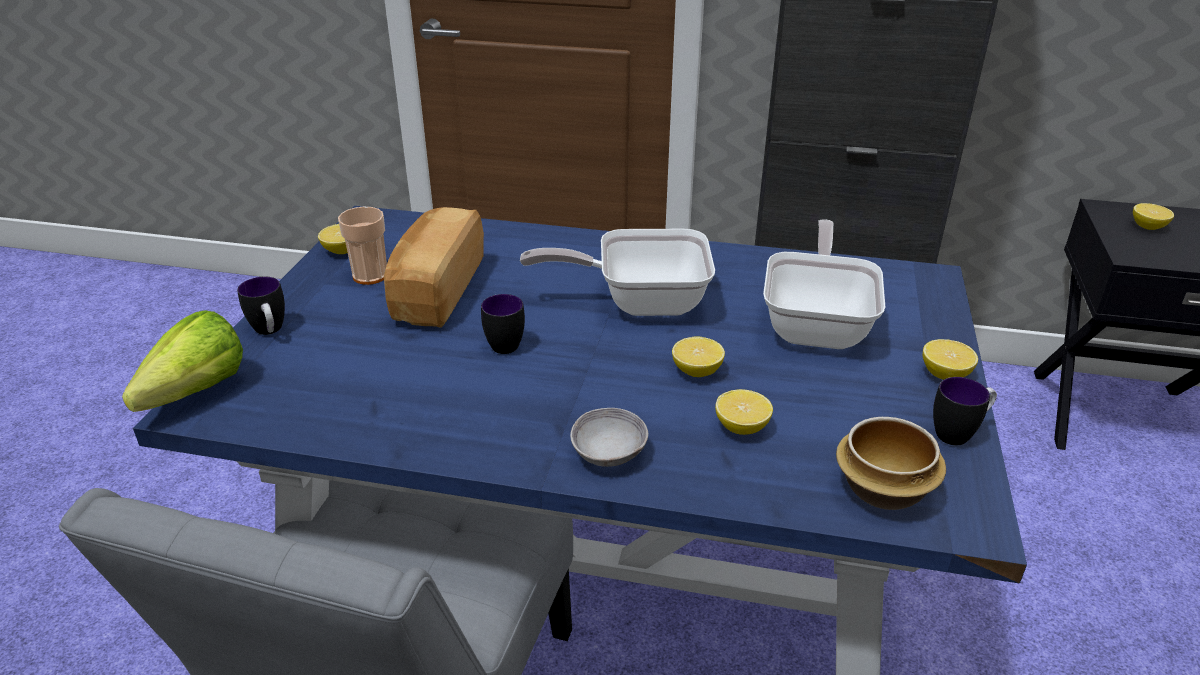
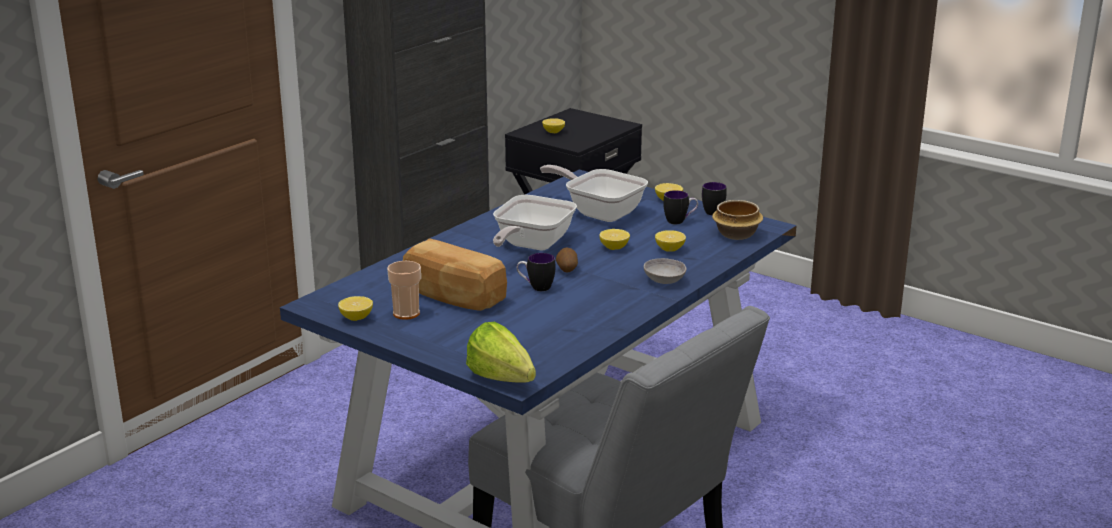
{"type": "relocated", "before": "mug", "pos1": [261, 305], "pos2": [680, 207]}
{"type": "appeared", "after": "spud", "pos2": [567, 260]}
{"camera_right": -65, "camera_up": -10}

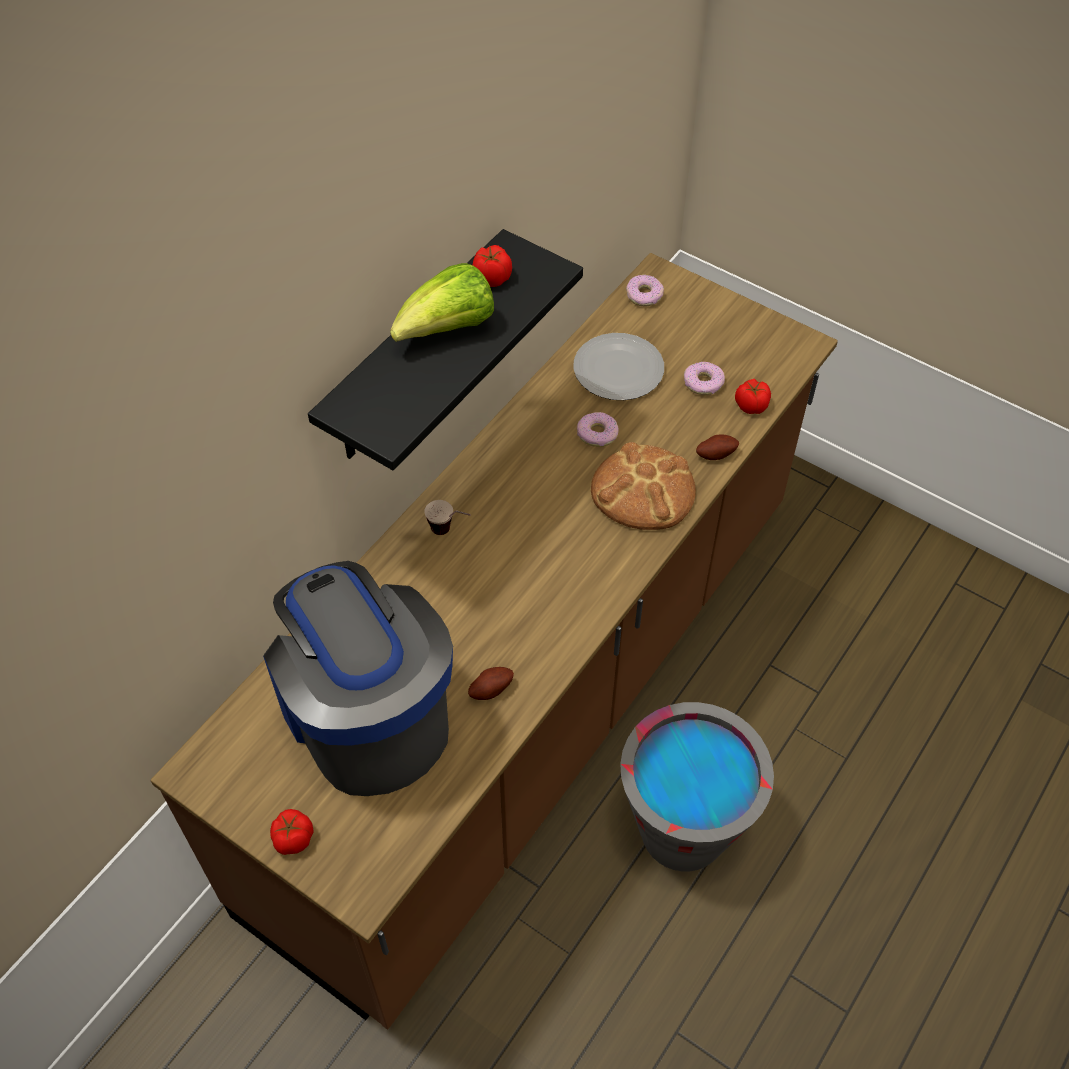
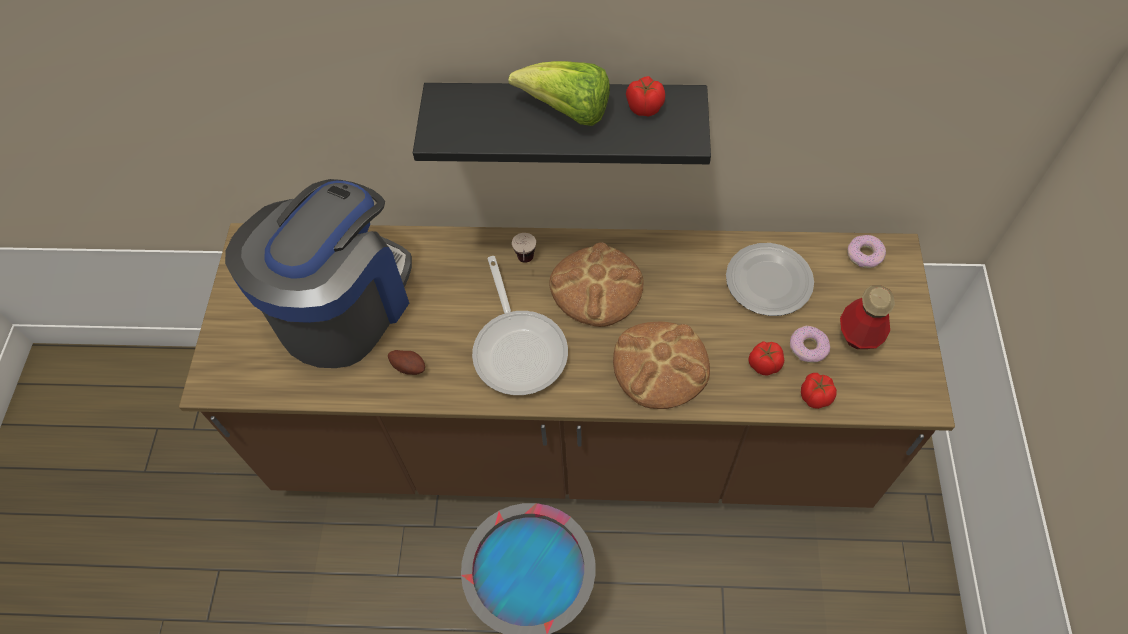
{"type": "missing", "before": "doughnut", "pos1": [598, 429]}
{"type": "missing", "before": "spud", "pos1": [717, 447]}
{"type": "relocated", "before": "whole tomato", "pos1": [292, 832], "pos2": [766, 358]}
{"type": "appeared", "after": "bread", "pos2": [596, 284]}
{"type": "appeared", "after": "skillet", "pos2": [520, 325]}
{"type": "appeared", "after": "bottle", "pos2": [867, 317]}
{"camera_right": 60, "camera_up": 5}

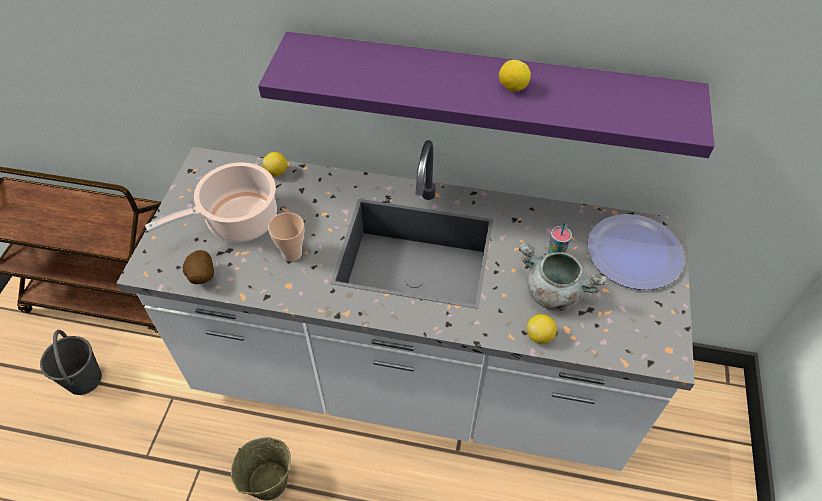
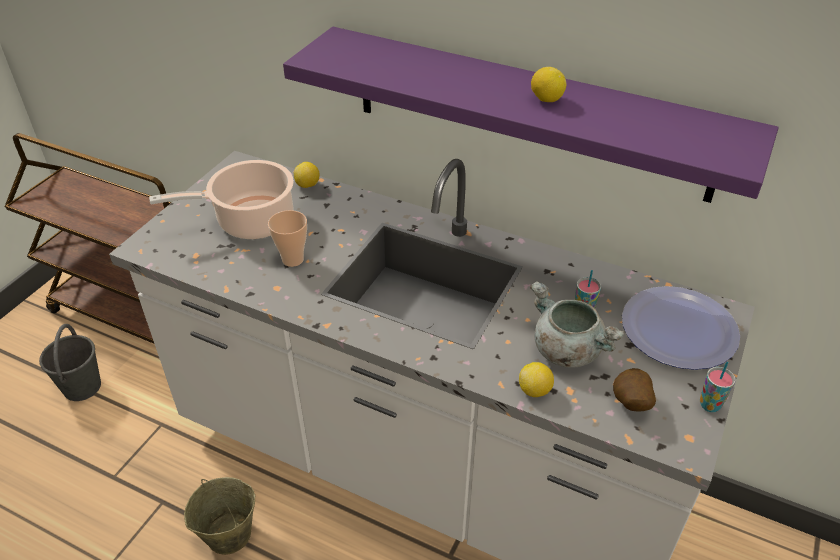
{"type": "relocated", "before": "spud", "pos1": [198, 267], "pos2": [634, 390]}
{"type": "appeared", "after": "small cup", "pos2": [718, 386]}
{"camera_right": 15, "camera_up": -10}

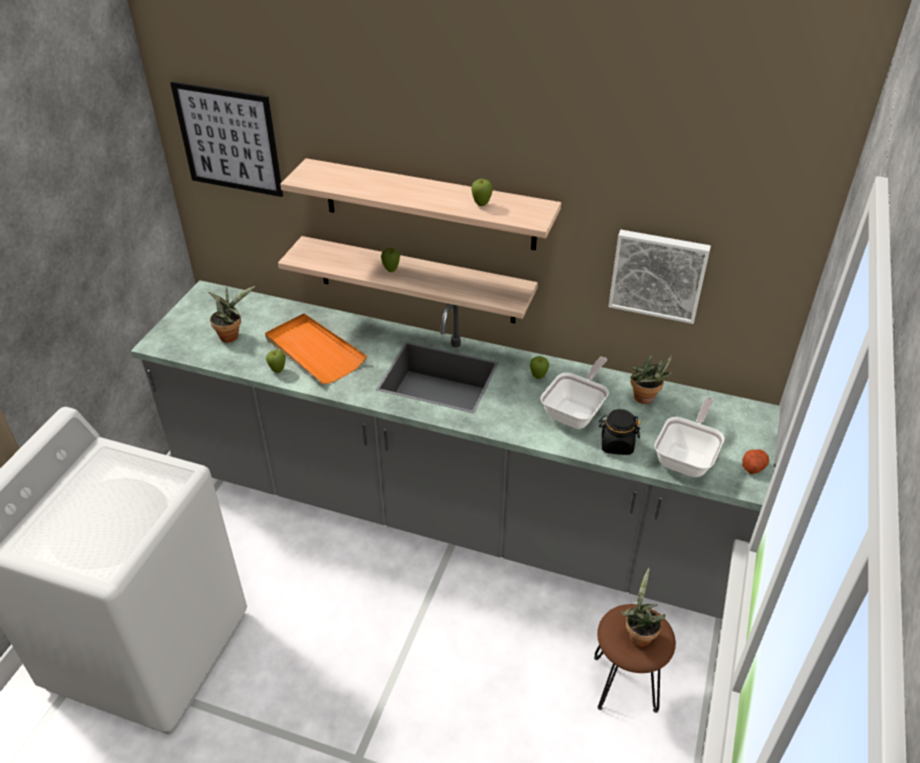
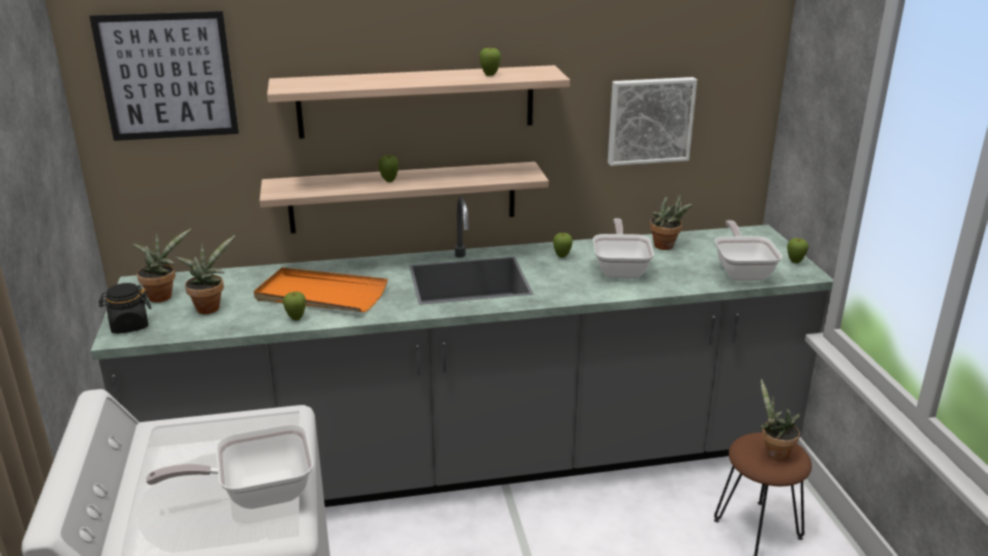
{"type": "relocated", "before": "storage jar (black-coloured)", "pos1": [620, 432], "pos2": [125, 308]}
{"type": "exchanged", "before": "spud", "after": "whole apple", "pos1": [755, 462], "pos2": [798, 250]}
{"type": "appeared", "after": "potted plant", "pos2": [161, 265]}
{"type": "appeared", "after": "skillet", "pos2": [229, 466]}
{"camera_right": -30, "camera_up": -15}

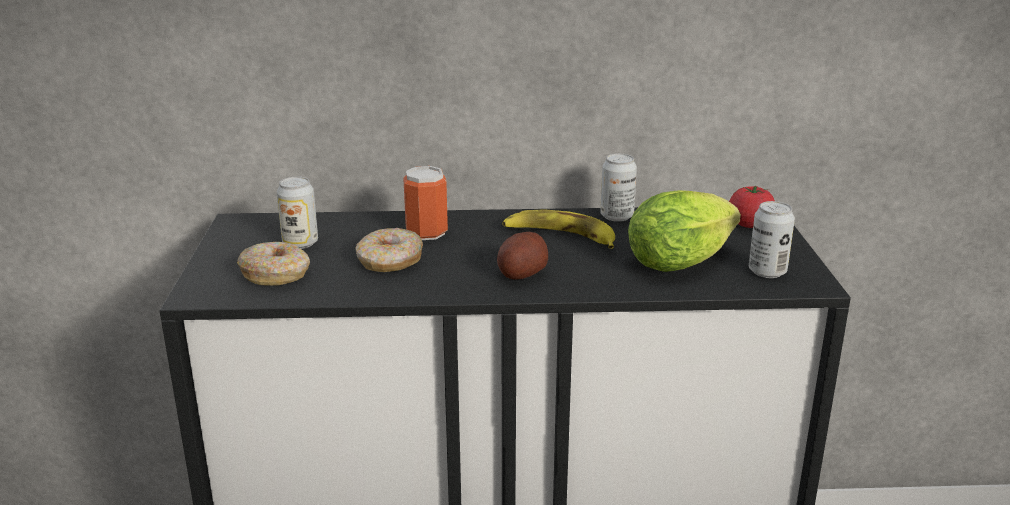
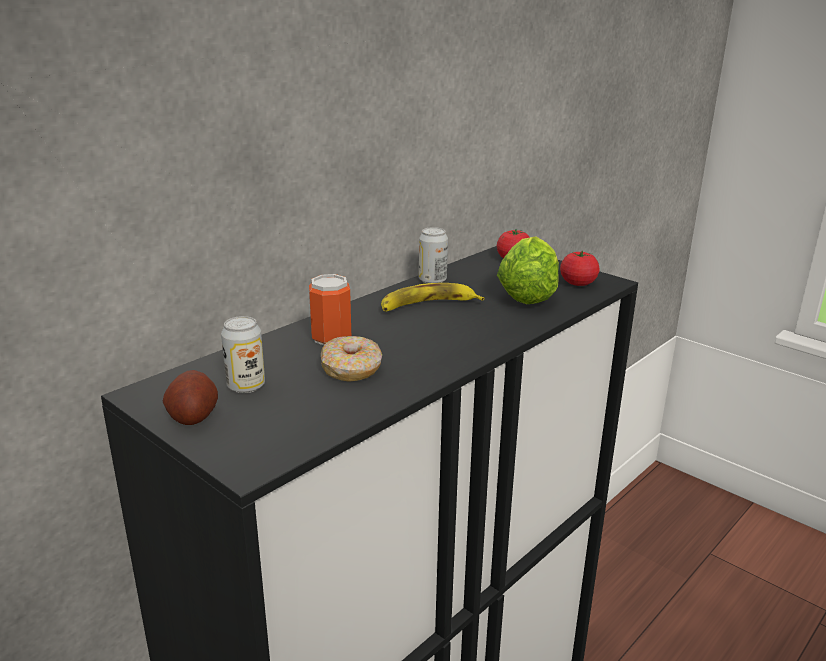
{"type": "exchanged", "before": "metal can", "after": "whole tomato", "pos1": [772, 239], "pos2": [580, 268]}
{"type": "relocated", "before": "spud", "pos1": [522, 256], "pos2": [190, 397]}
{"type": "missing", "before": "doughnut", "pos1": [273, 264]}
{"camera_right": -45, "camera_up": 0}

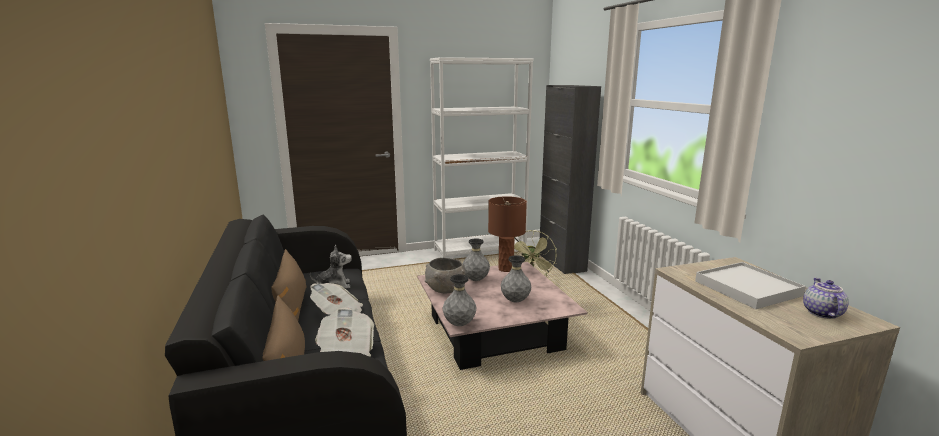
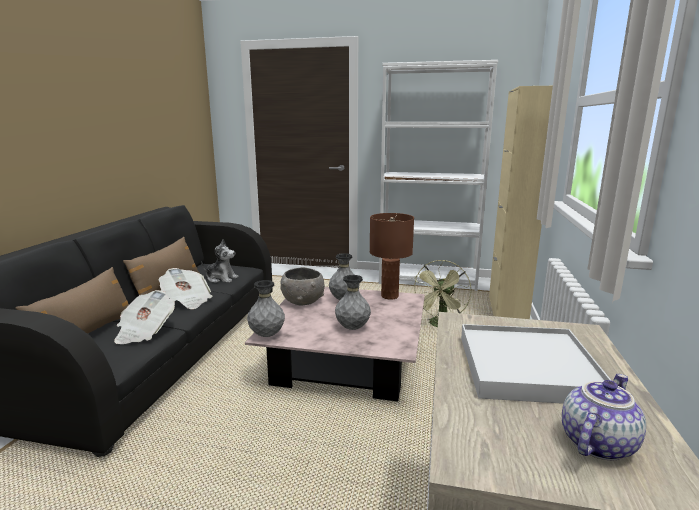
{"type": "colour", "before": "cupboard (black-coloured)", "after": "cupboard (sand-coloured)", "pos1": [570, 179], "pos2": [521, 202]}
{"camera_right": 30, "camera_up": 0}

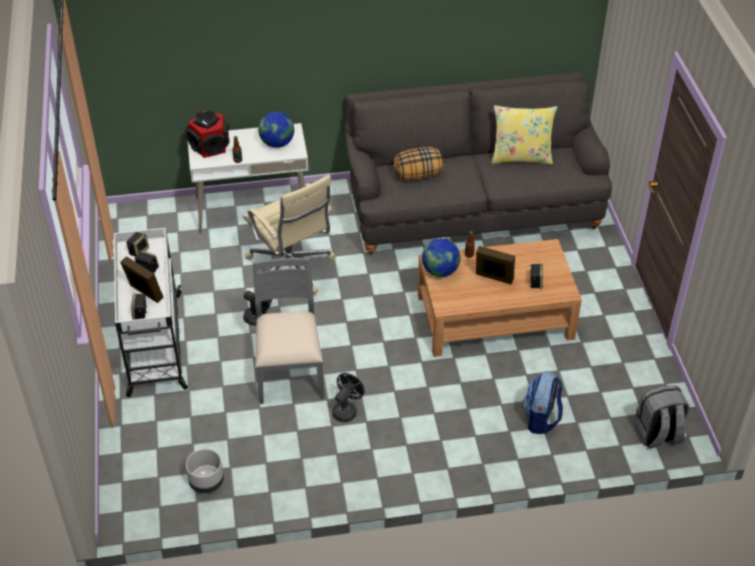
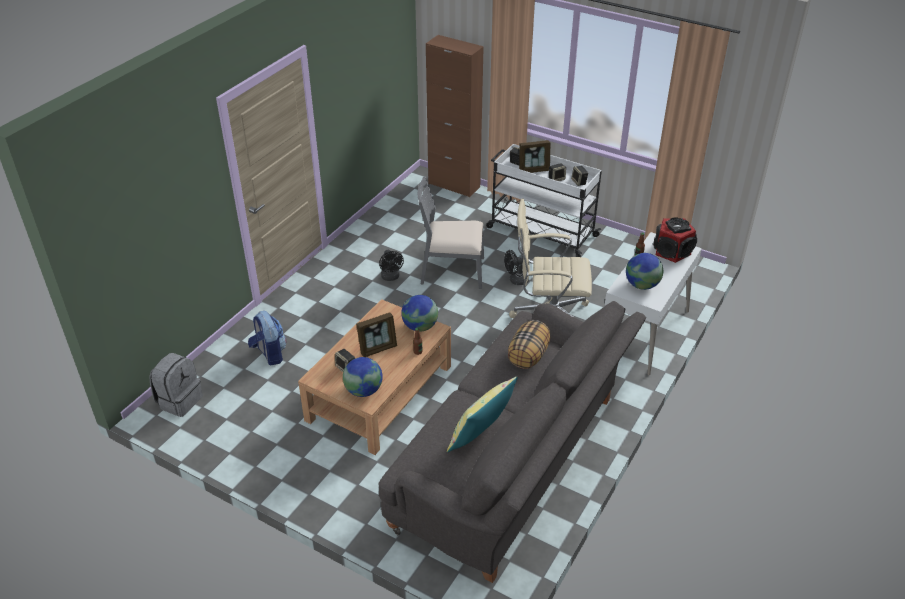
{"type": "spun", "before": "plain chair (gray)", "pos1": [288, 331], "pos2": [451, 232], "turn": 150}
{"type": "missing", "before": "planter (gray)", "pos1": [205, 471]}
{"type": "appeared", "after": "cupboard (brown-coloured)", "pos2": [455, 116]}
{"type": "appeared", "after": "globe", "pos2": [363, 377]}
{"camera_right": 130, "camera_up": -5}

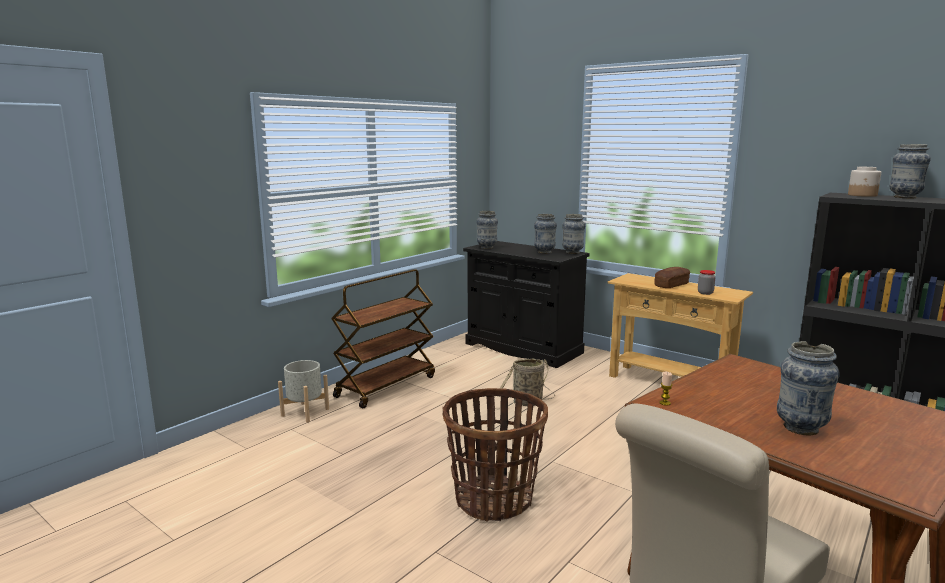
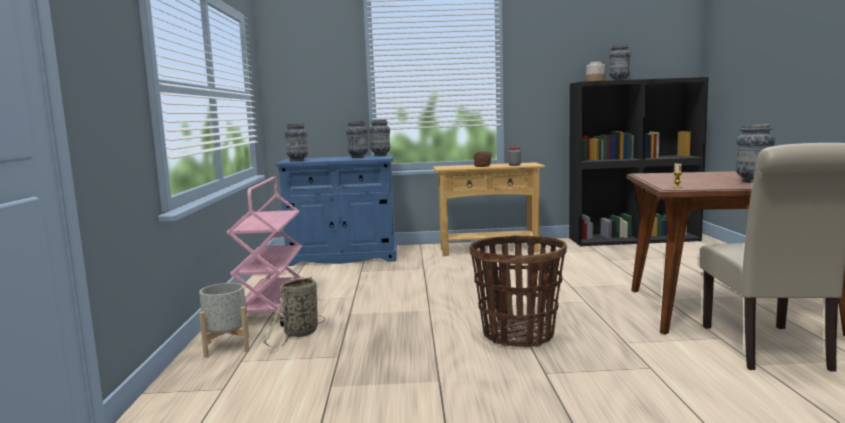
{"type": "colour", "before": "cupboard (black-coloured)", "after": "cupboard (bluish)", "pos1": [526, 304], "pos2": [336, 210]}
{"type": "colour", "before": "wheeled cart (brown-coloured)", "after": "wheeled cart (pink)", "pos1": [383, 338], "pos2": [265, 251]}
{"type": "relocated", "before": "storage basket", "pos1": [524, 382], "pos2": [294, 312]}
{"camera_right": -40, "camera_up": -5}

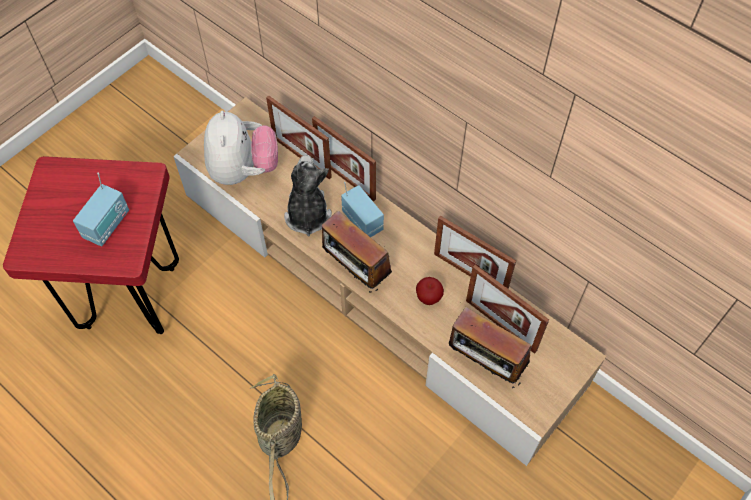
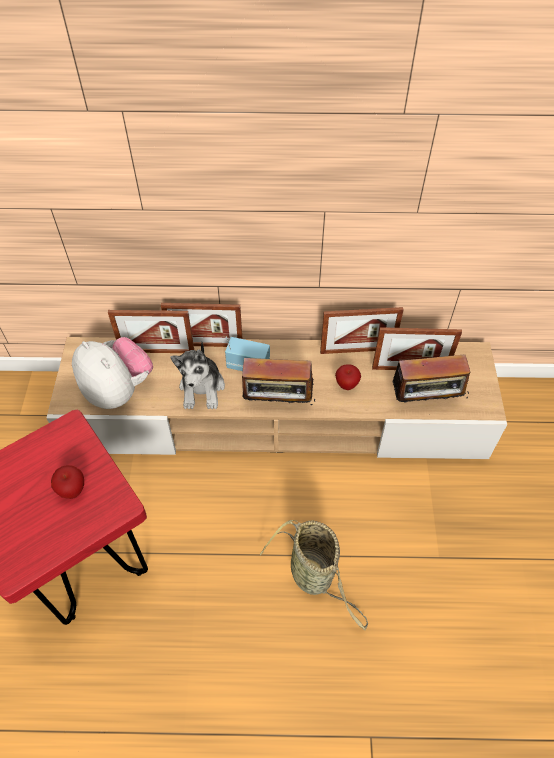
{"type": "spun", "before": "cuddly toy", "pos1": [308, 196], "pos2": [197, 375], "turn": -135}
{"type": "exchanged", "before": "radio receiver", "after": "whole apple", "pos1": [101, 209], "pos2": [67, 482]}
{"camera_right": -40, "camera_up": -5}

